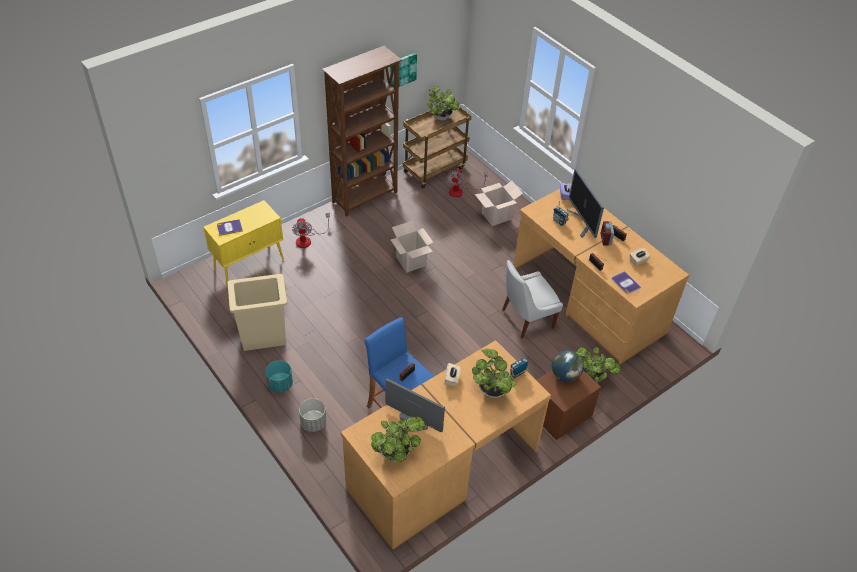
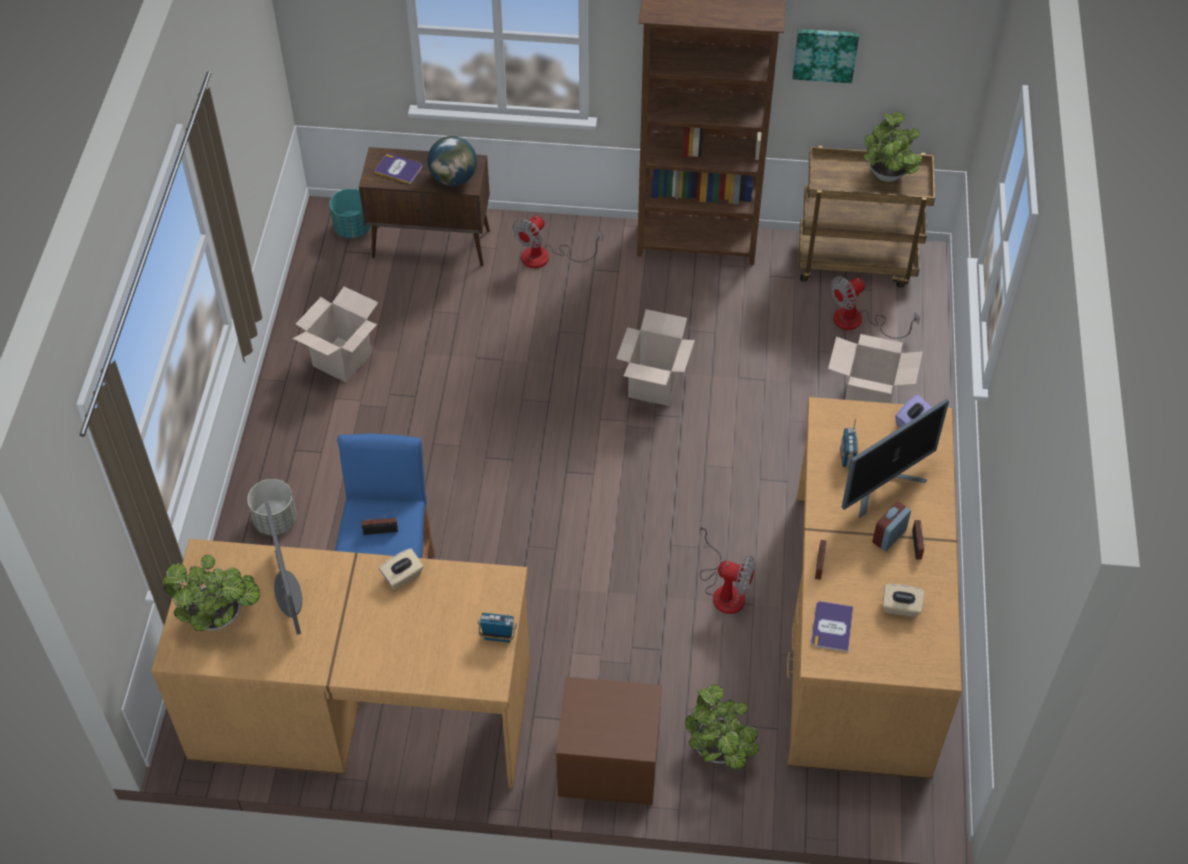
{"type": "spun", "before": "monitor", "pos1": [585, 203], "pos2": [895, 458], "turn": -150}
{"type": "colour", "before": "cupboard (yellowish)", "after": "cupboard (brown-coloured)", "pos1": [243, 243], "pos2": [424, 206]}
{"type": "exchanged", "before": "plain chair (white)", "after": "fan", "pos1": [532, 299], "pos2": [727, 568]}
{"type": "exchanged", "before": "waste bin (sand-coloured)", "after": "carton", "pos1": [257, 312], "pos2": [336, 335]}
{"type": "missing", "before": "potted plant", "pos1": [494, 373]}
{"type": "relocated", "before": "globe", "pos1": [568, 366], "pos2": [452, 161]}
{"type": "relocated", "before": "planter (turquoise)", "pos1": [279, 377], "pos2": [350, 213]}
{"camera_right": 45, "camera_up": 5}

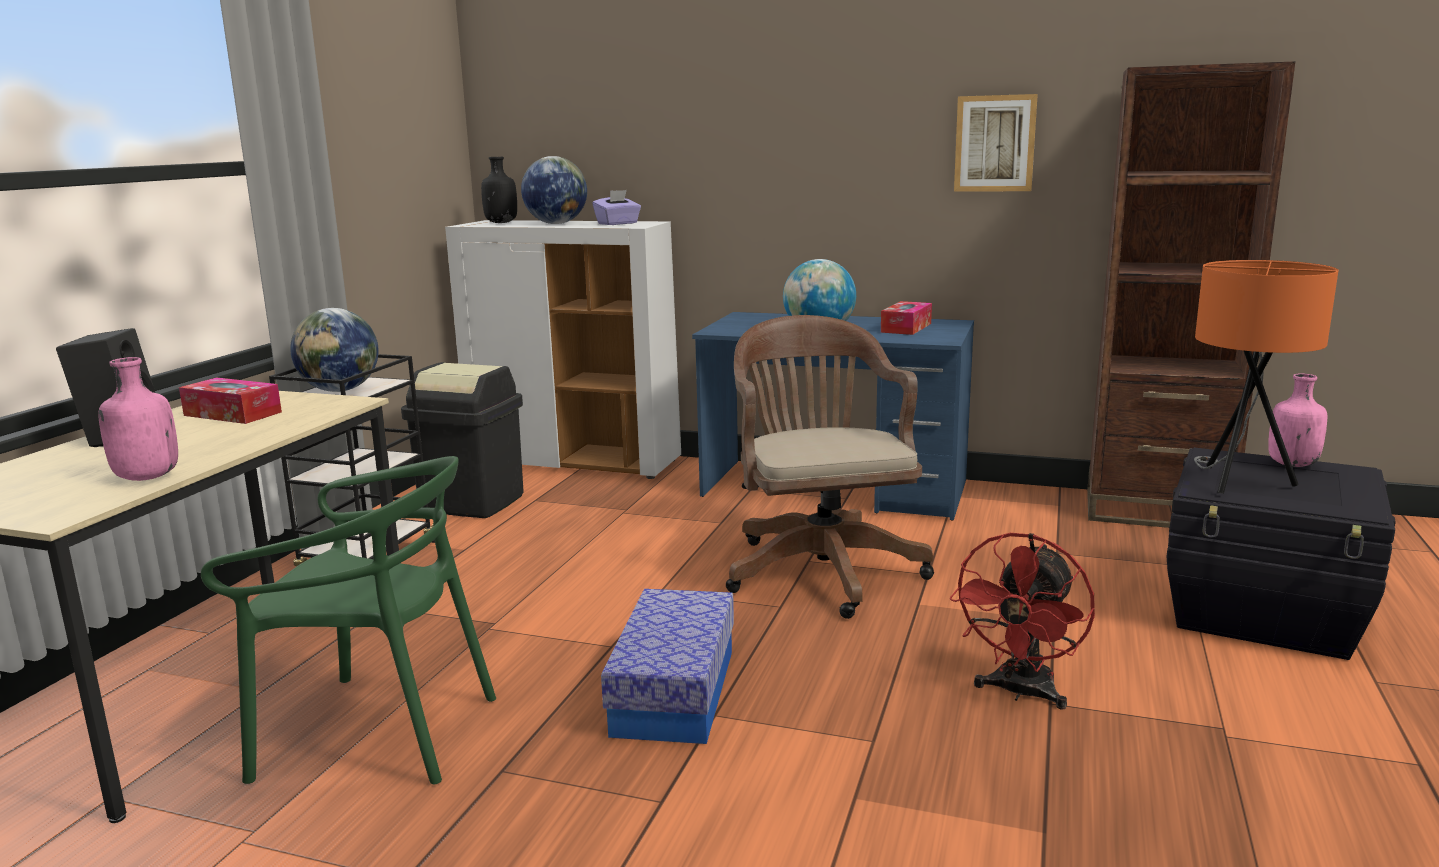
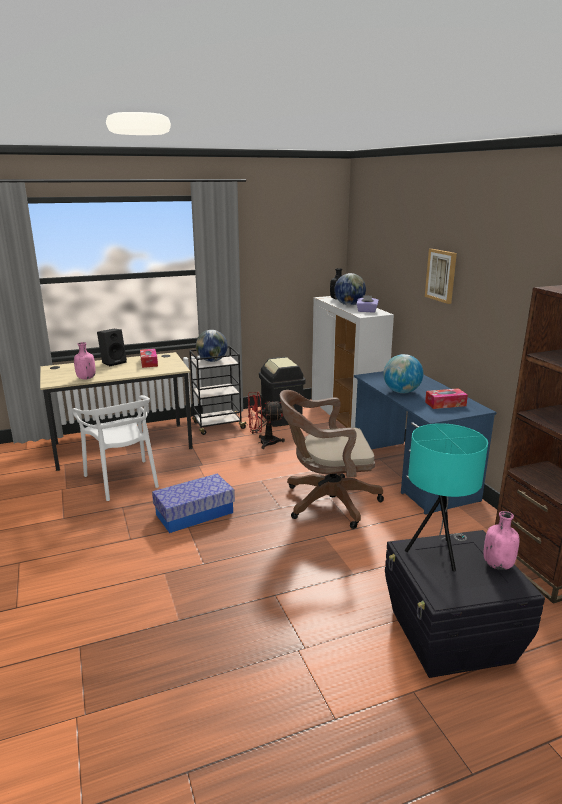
{"type": "relocated", "before": "picture", "pos1": [996, 143], "pos2": [441, 276]}
{"type": "colour", "before": "tabletop lamp (orangey)", "after": "tabletop lamp (turquoise)", "pos1": [1266, 377], "pos2": [446, 497]}
{"type": "spun", "before": "desk chair (brown-coloured)", "pos1": [830, 467], "pos2": [332, 459], "turn": -135}
{"type": "colour", "before": "plain chair (greenish)", "after": "plain chair (white)", "pos1": [348, 620], "pos2": [115, 448]}
{"type": "relocated", "before": "fan (red)", "pos1": [1022, 621], "pos2": [266, 420]}
{"camera_right": 50, "camera_up": 5}

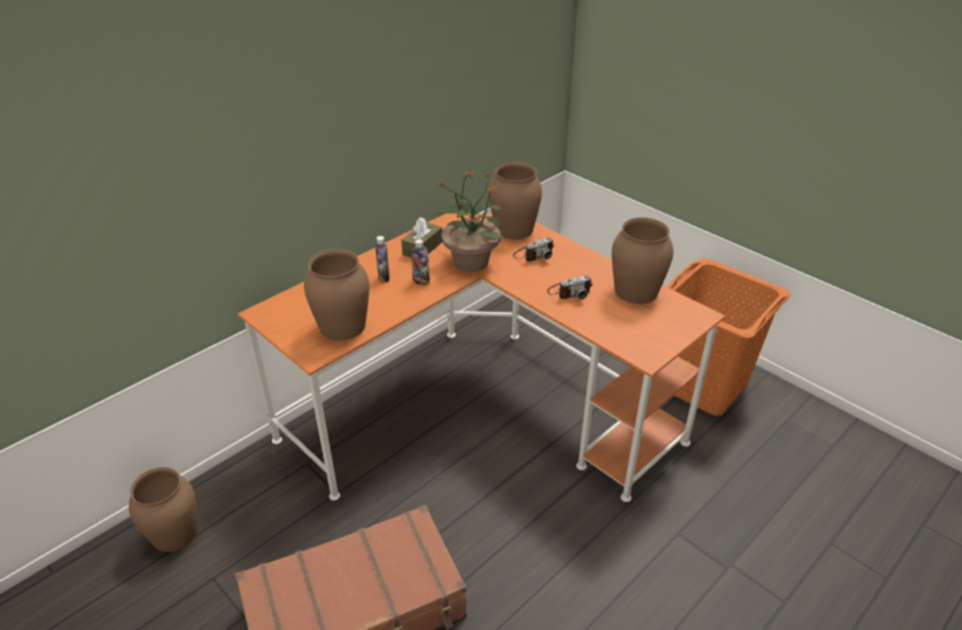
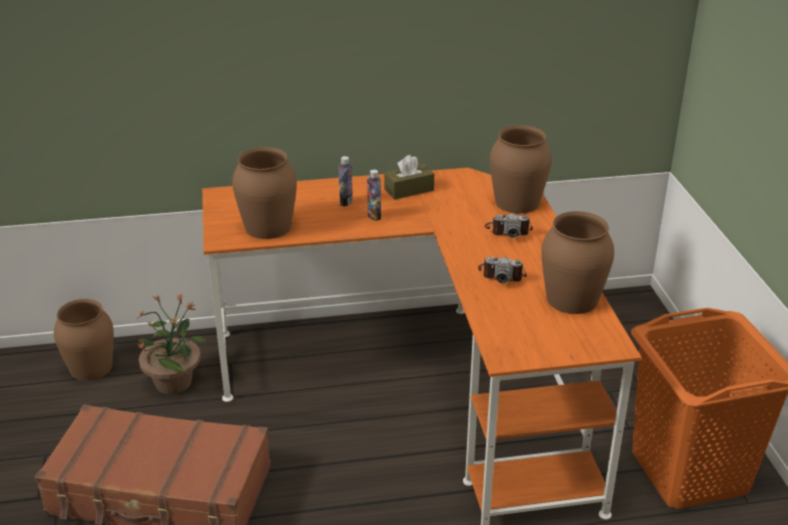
{"type": "relocated", "before": "potted plant", "pos1": [469, 221], "pos2": [172, 343]}
{"camera_right": 35, "camera_up": -5}

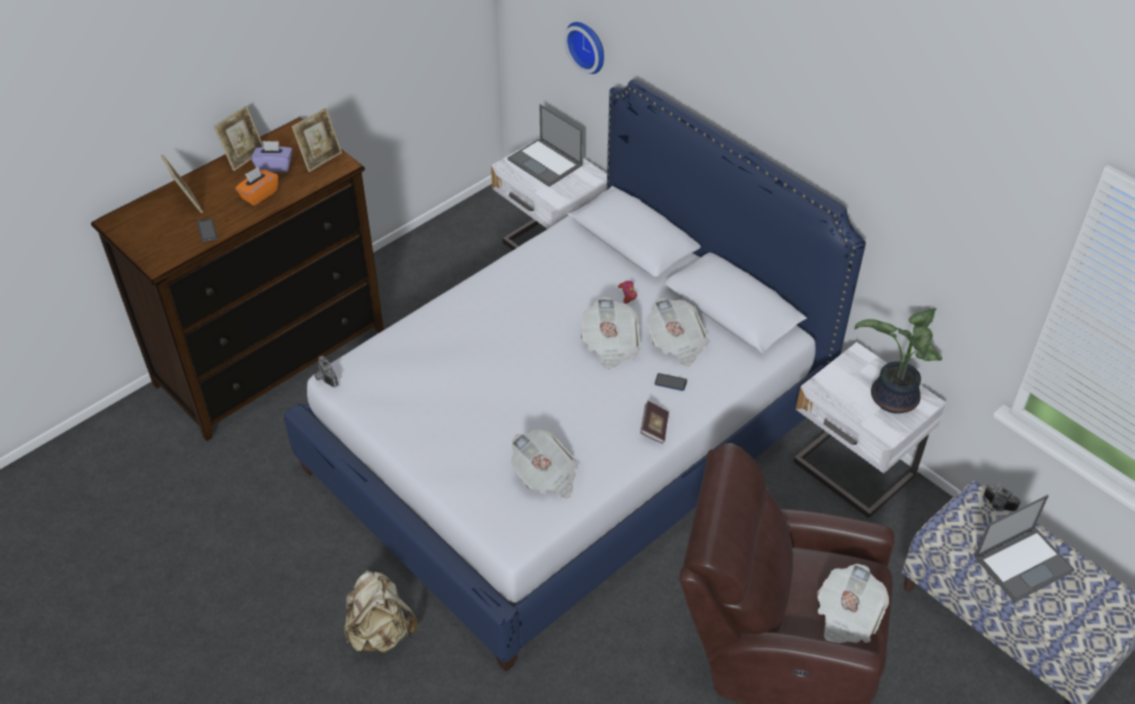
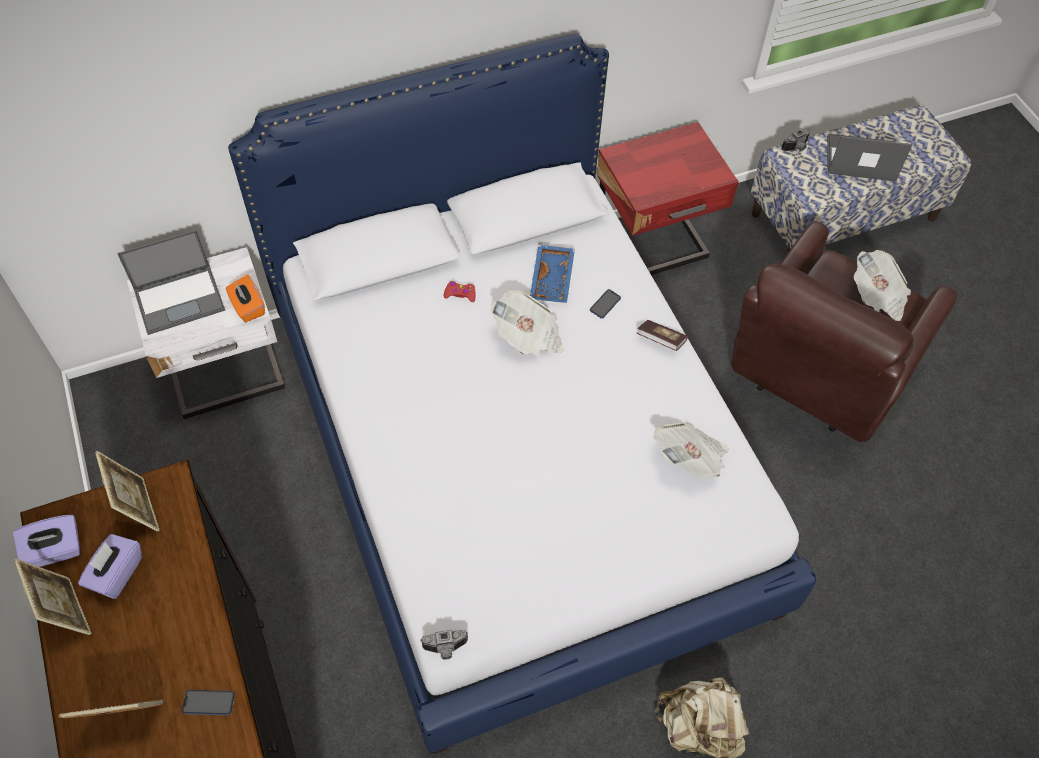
{"type": "missing", "before": "hanging clock", "pos1": [584, 48]}
{"type": "relocated", "before": "box of tissues (orangey)", "pos1": [256, 186], "pos2": [245, 298]}
{"type": "exchanged", "before": "printed paper", "after": "serving tray (bluish)", "pos1": [677, 332], "pos2": [552, 274]}
{"type": "missing", "before": "potted plant", "pos1": [898, 361]}
{"type": "colour", "before": "bedside table (white)", "after": "bedside table (red)", "pos1": [869, 430], "pos2": [668, 198]}
{"type": "spun", "before": "notebook computer", "pos1": [1024, 549], "pos2": [869, 158], "turn": -75}
{"type": "appeared", "after": "box of tissues (purple)", "pos2": [46, 541]}
{"camera_right": -70, "camera_up": 10}

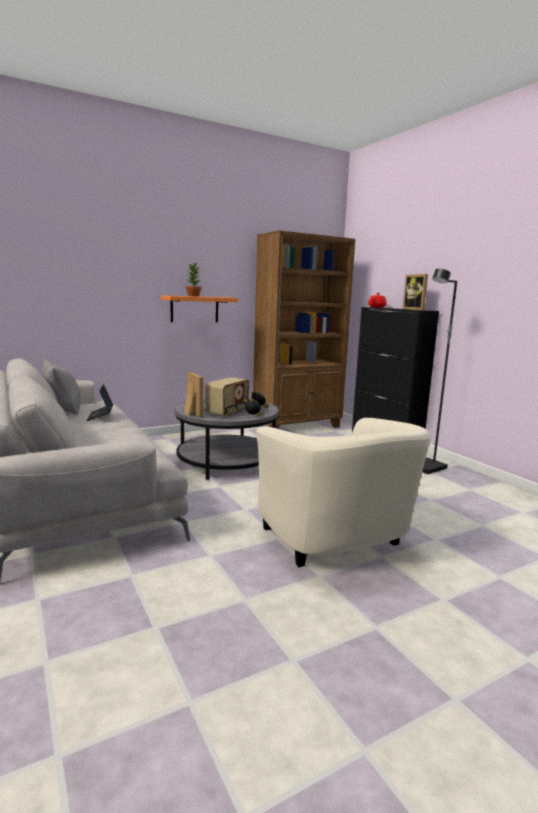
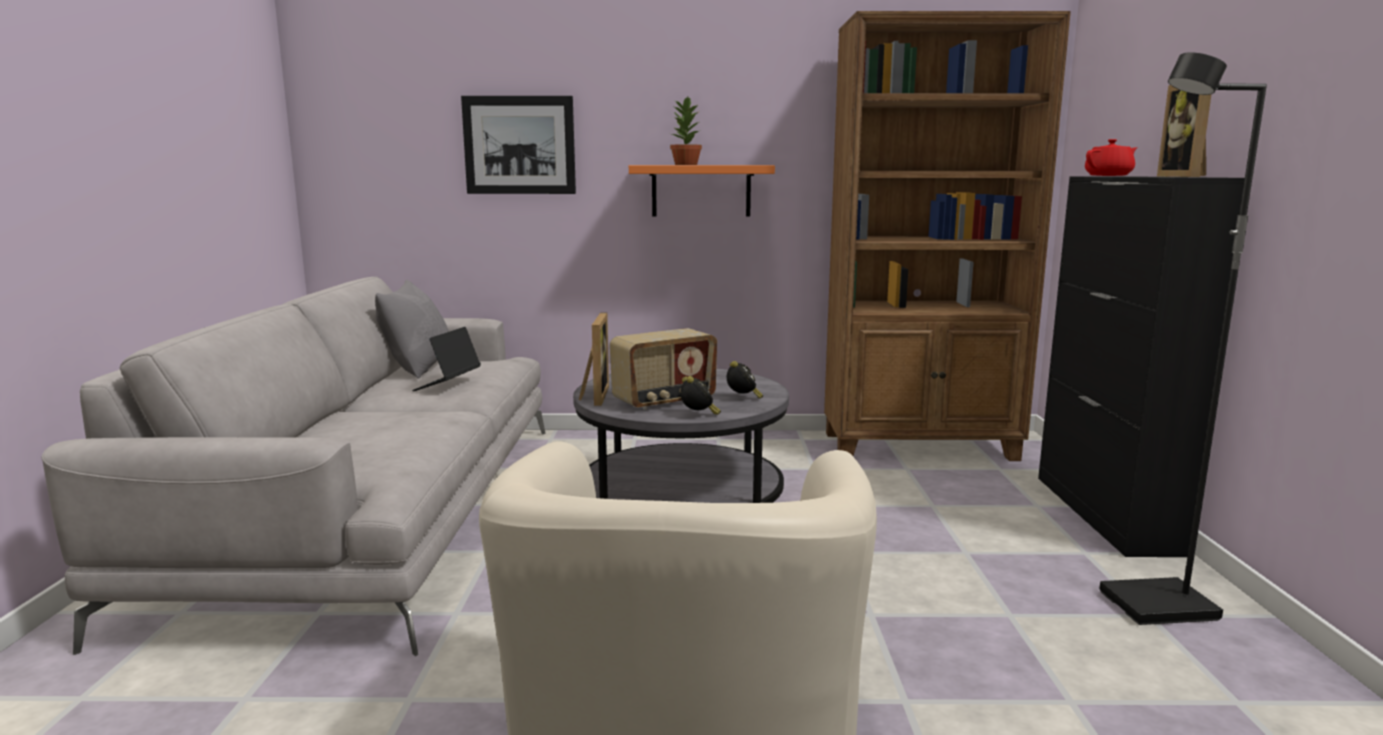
{"type": "appeared", "after": "picture", "pos2": [518, 145]}
{"camera_right": 30, "camera_up": 0}

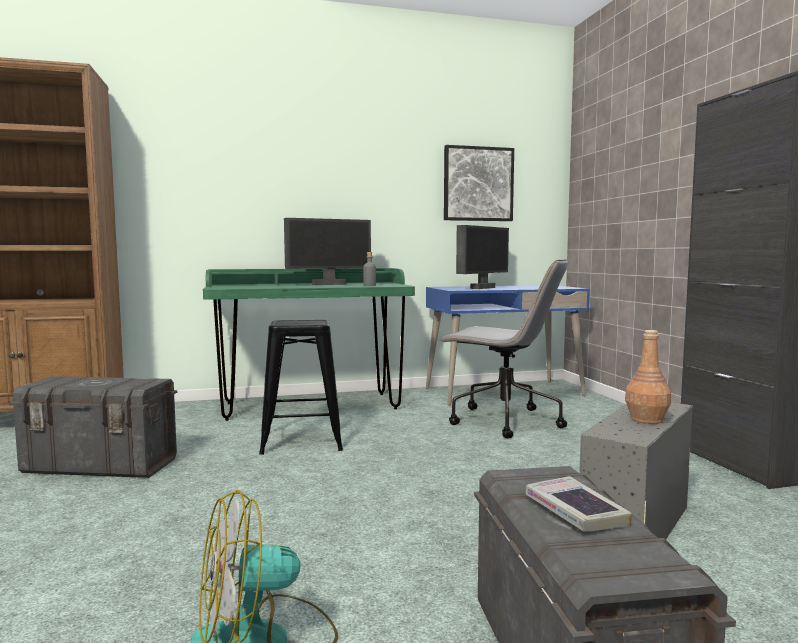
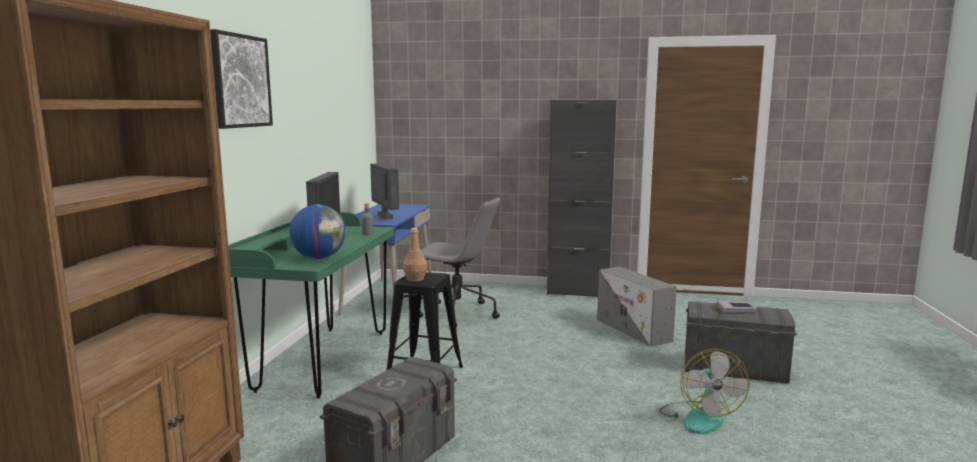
{"type": "relocated", "before": "picture", "pos1": [479, 183], "pos2": [241, 79]}
{"type": "spun", "before": "desk chair (gray)", "pos1": [504, 349], "pos2": [460, 261], "turn": 60}
{"type": "relocated", "before": "bottle (brown-coloured)", "pos1": [648, 377], "pos2": [415, 255]}
{"type": "appeared", "after": "globe", "pos2": [317, 232]}
{"camera_right": -65, "camera_up": 5}

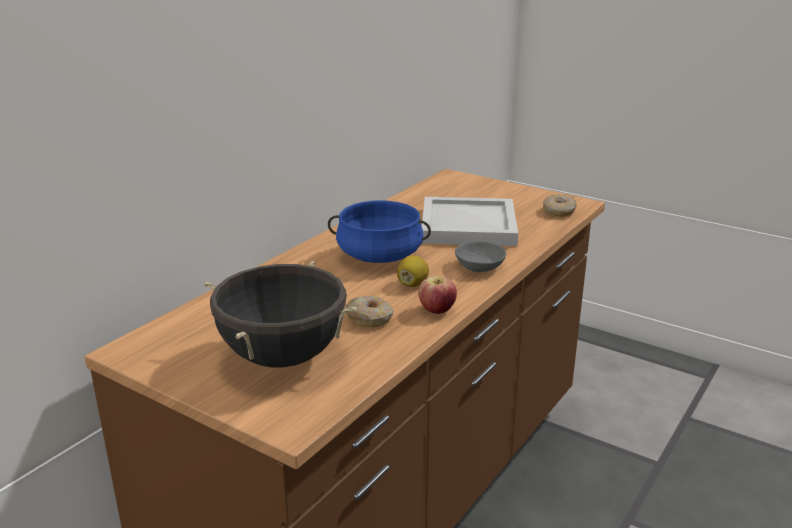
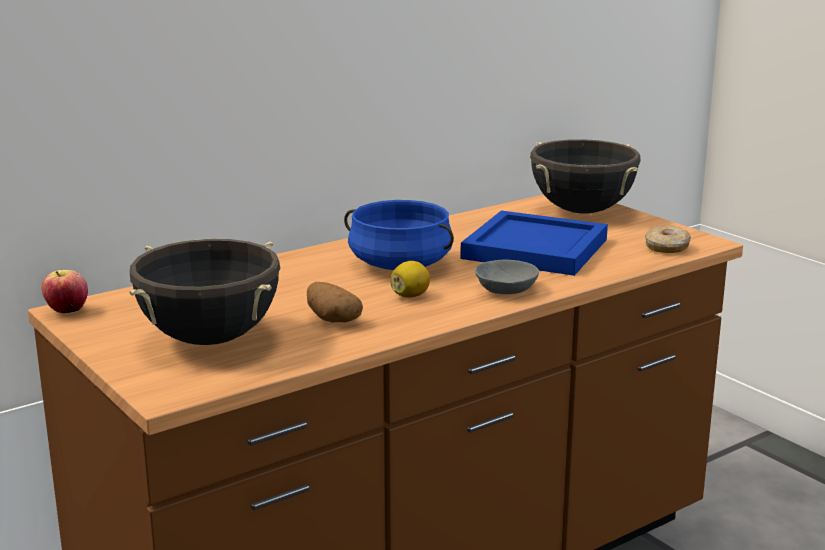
{"type": "colour", "before": "serving tray (white)", "after": "serving tray (bluish)", "pos1": [470, 221], "pos2": [534, 243]}
{"type": "relocated", "before": "whole apple", "pos1": [437, 295], "pos2": [65, 291]}
{"type": "exchanged", "before": "doughnut", "after": "spud", "pos1": [369, 312], "pos2": [335, 302]}
{"type": "appeared", "after": "cooking pot (black-coloured)", "pos2": [585, 176]}
{"camera_right": 20, "camera_up": -5}

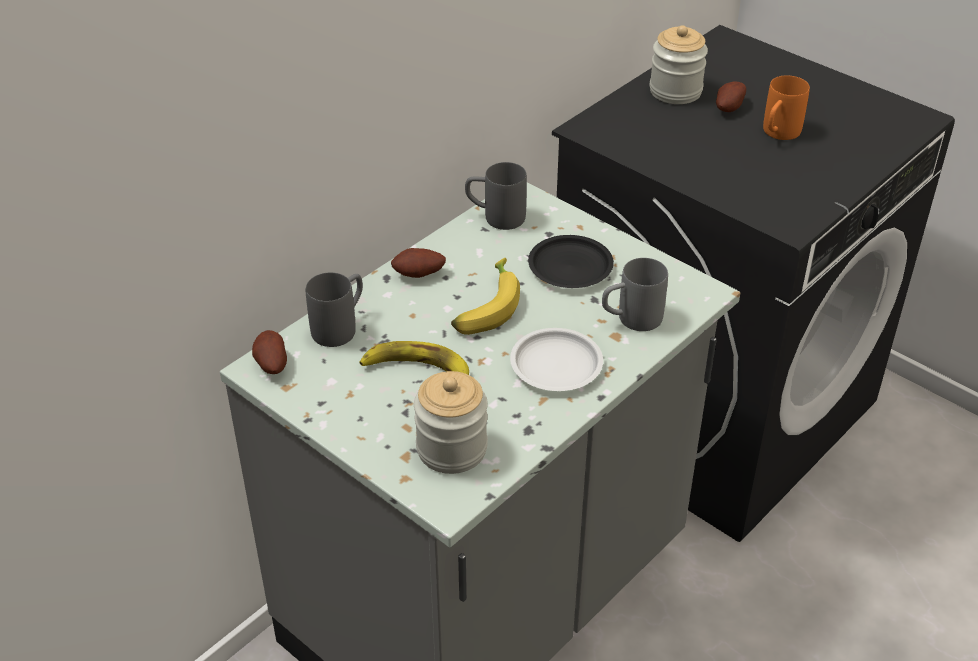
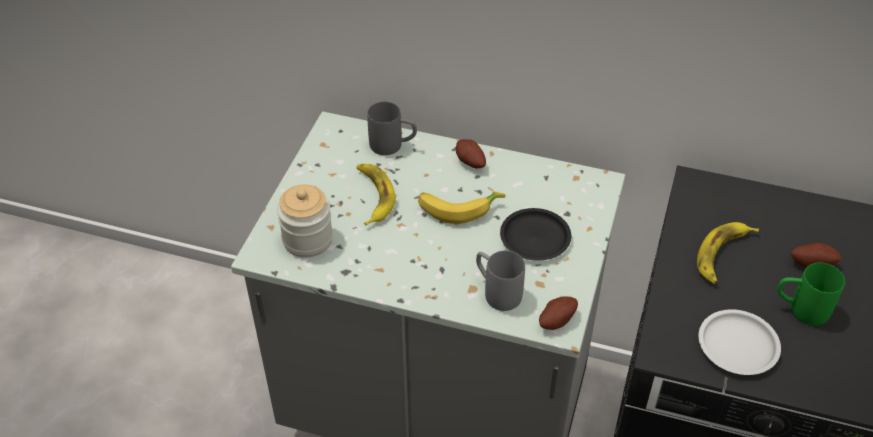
{"type": "missing", "before": "storage jar", "pos1": [679, 64]}
{"type": "colour", "before": "mug (orangey)", "after": "mug (greenish)", "pos1": [786, 107], "pos2": [811, 294]}
{"type": "missing", "before": "mug (gray)", "pos1": [496, 196]}
{"type": "relocated", "before": "dinner plate (white)", "pos1": [556, 359], "pos2": [740, 342]}
{"type": "relocated", "before": "spud", "pos1": [269, 352], "pos2": [558, 313]}
{"type": "appeared", "after": "banana fruit", "pos2": [728, 253]}
{"camera_right": 65, "camera_up": 5}

